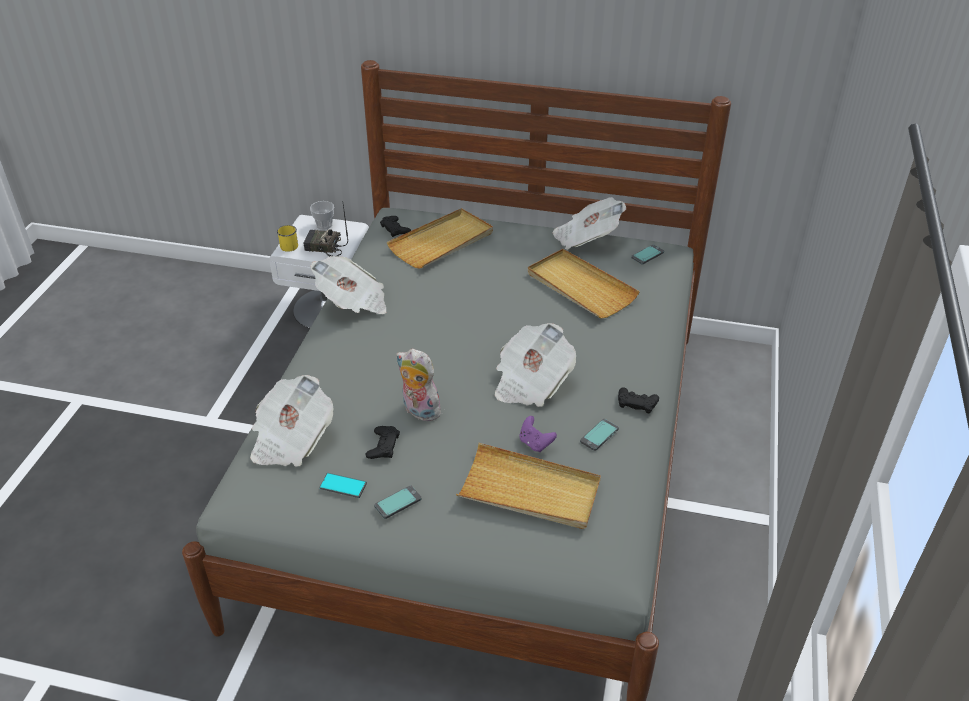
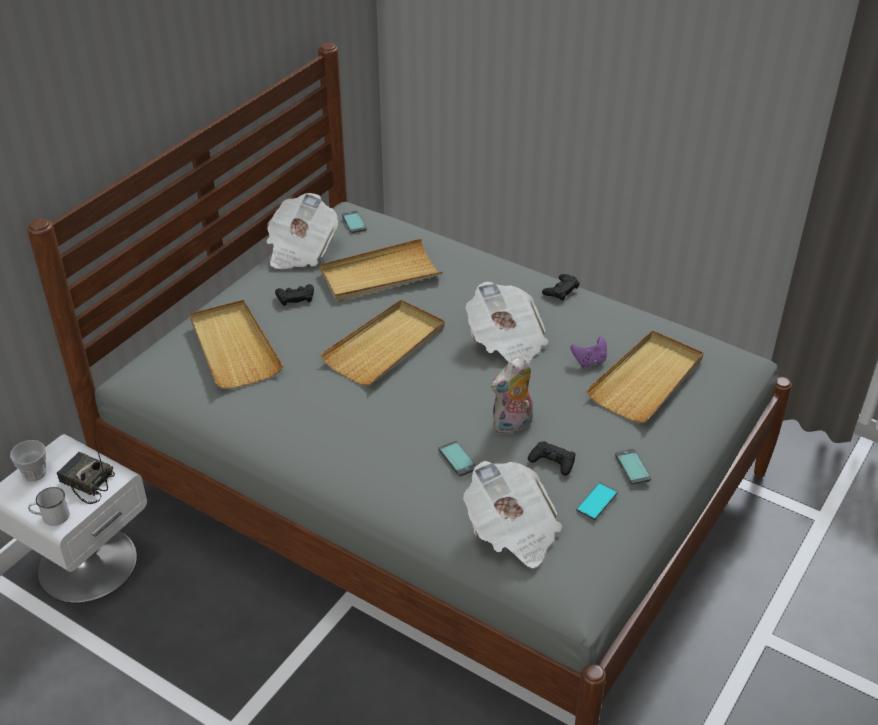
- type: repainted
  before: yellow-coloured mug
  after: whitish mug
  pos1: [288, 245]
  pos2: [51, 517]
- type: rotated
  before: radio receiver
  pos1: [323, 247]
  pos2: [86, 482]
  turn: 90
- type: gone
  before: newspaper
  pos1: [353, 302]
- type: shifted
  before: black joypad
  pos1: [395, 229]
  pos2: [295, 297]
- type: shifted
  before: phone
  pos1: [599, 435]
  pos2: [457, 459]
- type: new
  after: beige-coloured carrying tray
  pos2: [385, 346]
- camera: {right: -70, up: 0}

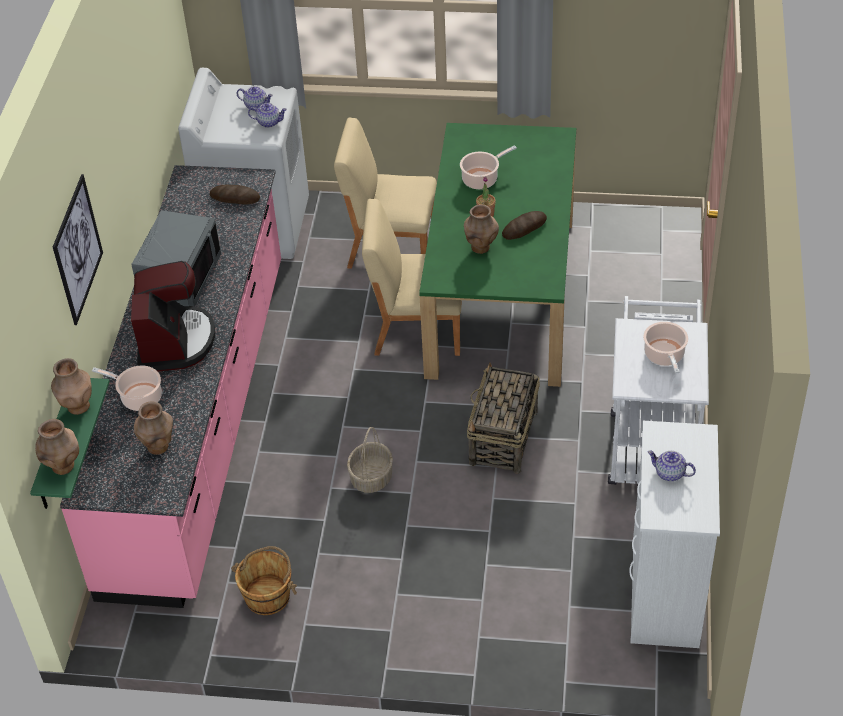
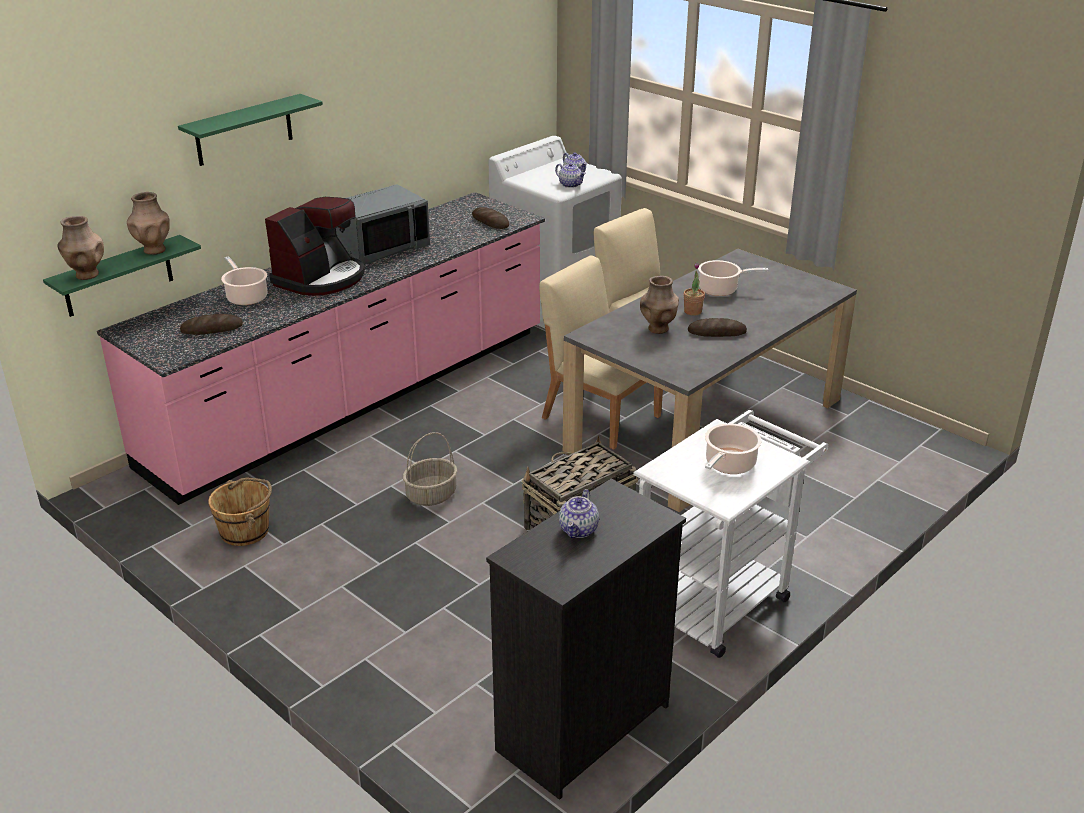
- type: swapped
  before: picture
  after: green-coloured wall shelf
  pos1: [77, 249]
  pos2: [244, 130]
- type: swapped
  before: brown-coloured flower vase
  after: baked bread
  pos1: [158, 447]
  pos2: [212, 328]
- type: repainted
  before: green-coloured dinner table
  after: gray dinner table
  pos1: [501, 293]
  pos2: [705, 424]
- type: repainted
  before: whitish drawer chest
  after: black drawer chest
  pos1: [664, 593]
  pos2: [581, 728]
- type: rotated
  before: teapot
  pos1: [669, 473]
  pos2: [579, 530]
  turn: -135
- camera: {right: 35, up: -15}

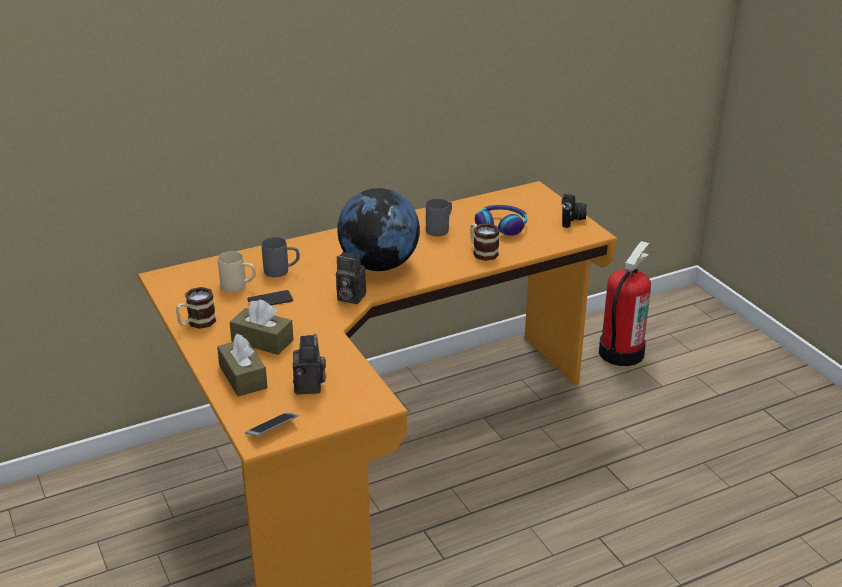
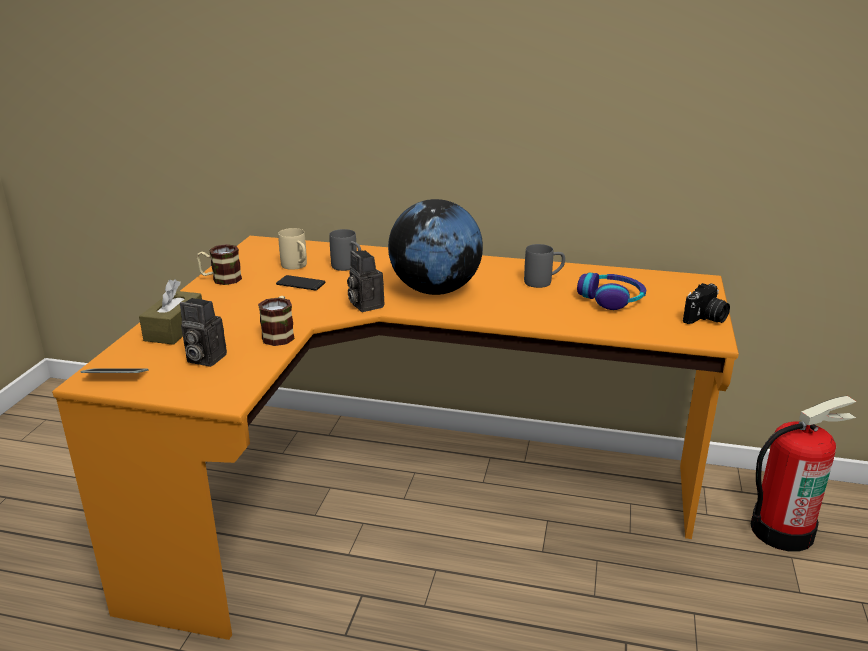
- type: gone
  before: brown-coloured tissue box
  pos1: [262, 341]
- type: rotated
  before: still camera
  pos1: [310, 387]
  pos2: [203, 358]
  turn: 75
- type: shifted
  before: mug
  pos1: [482, 252]
  pos2: [280, 334]
- camera: {right: 40, up: -5}

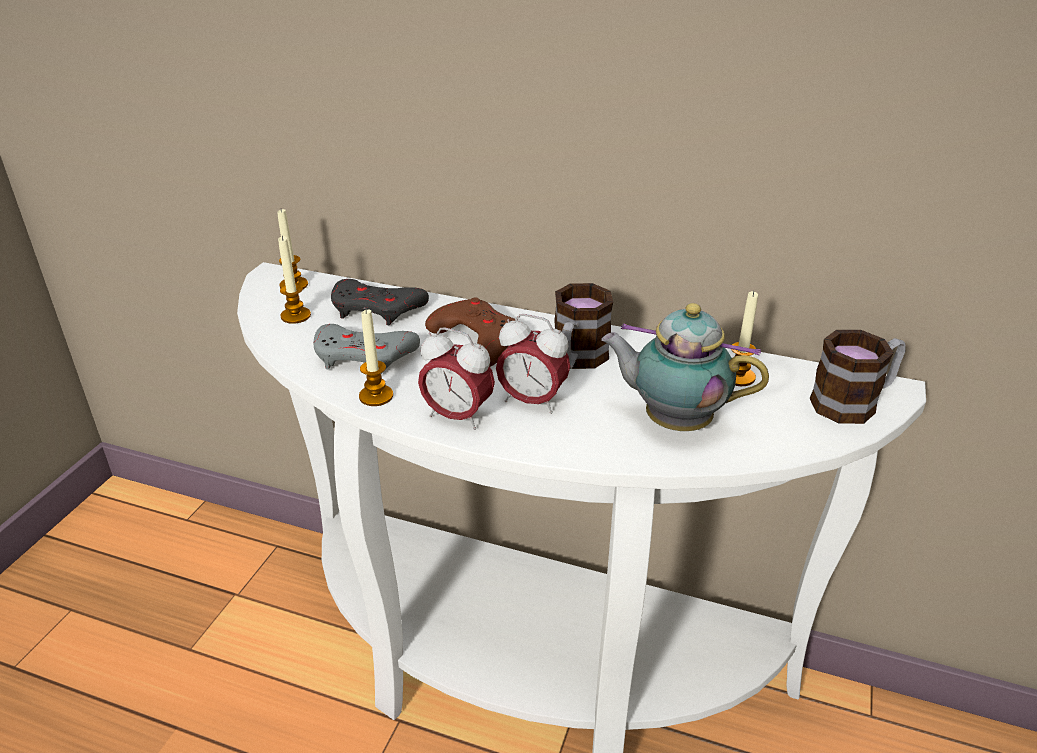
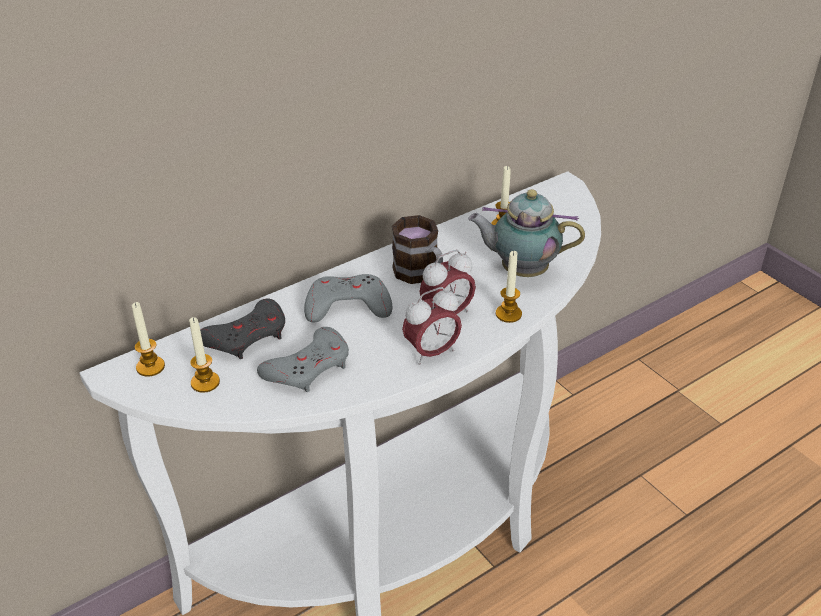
- type: shifted
  before: candle
  pos1: [376, 396]
  pos2: [508, 314]
- type: repainted
  before: brown-coloured joypad
  after: gray joypad
  pos1: [477, 339]
  pos2: [347, 305]
- type: rotated
  before: teapot
  pos1: [673, 421]
  pos2: [521, 271]
  turn: 45
- type: gone
  before: mug
  pos1: [853, 402]
- camera: {right: -55, up: 5}

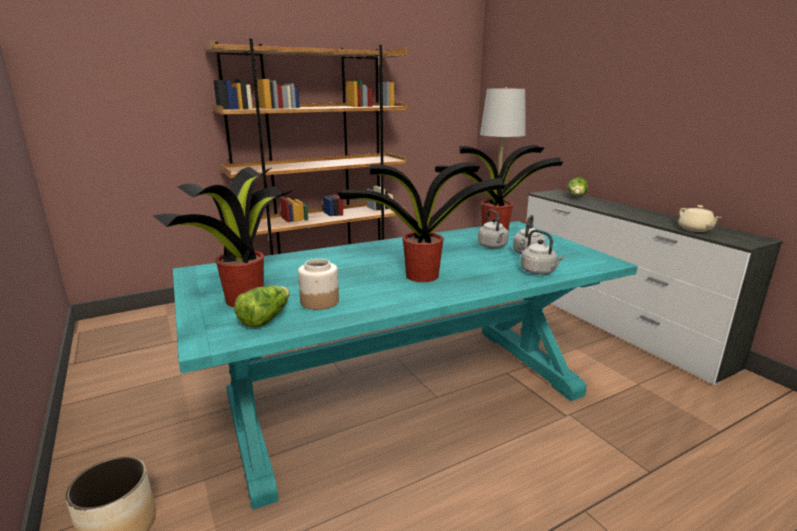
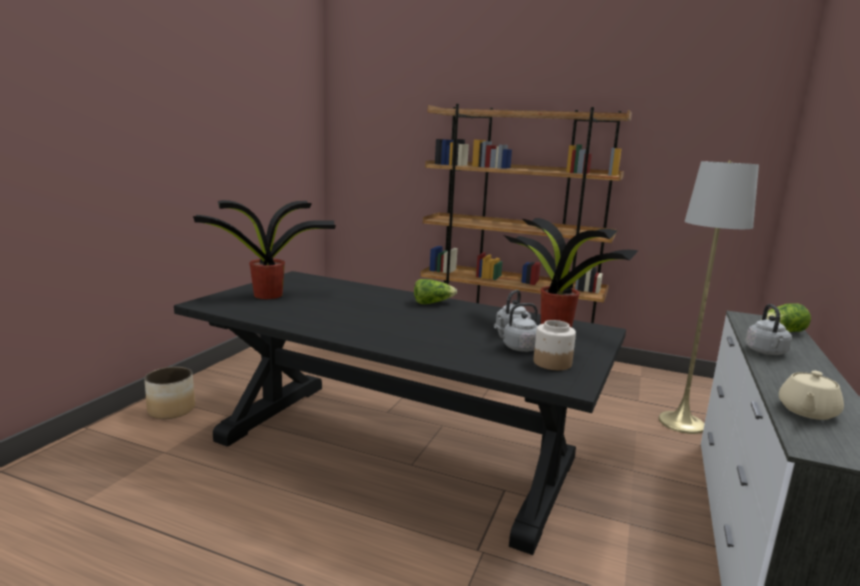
- type: repainted
  before: turquoise-coloured dinner table
  after: black dinner table
  pos1: [406, 397]
  pos2: [392, 450]
- type: shifted
  before: head of lettuce
  pos1: [265, 319]
  pos2: [432, 303]
- type: shifted
  before: preserve jar
  pos1: [319, 302]
  pos2: [552, 363]
- type: gone
  before: potted plant
  pos1: [420, 276]
- type: shifted
  before: gray water kettle
  pos1: [539, 272]
  pos2: [766, 352]
- camera: {right: 50, up: -5}

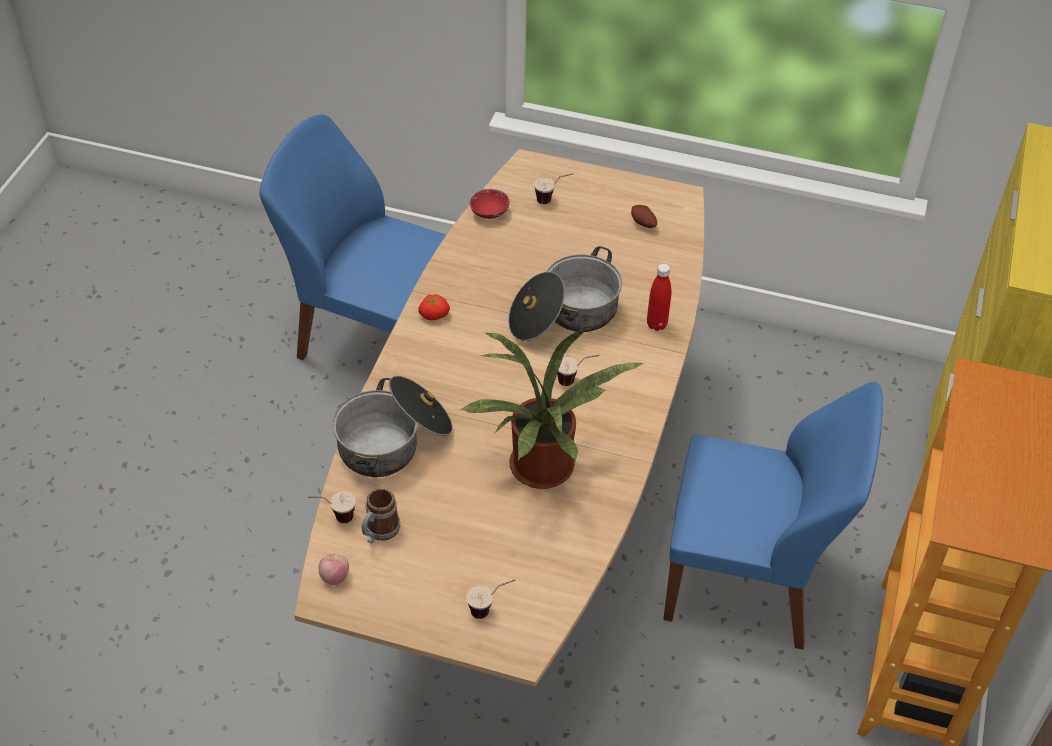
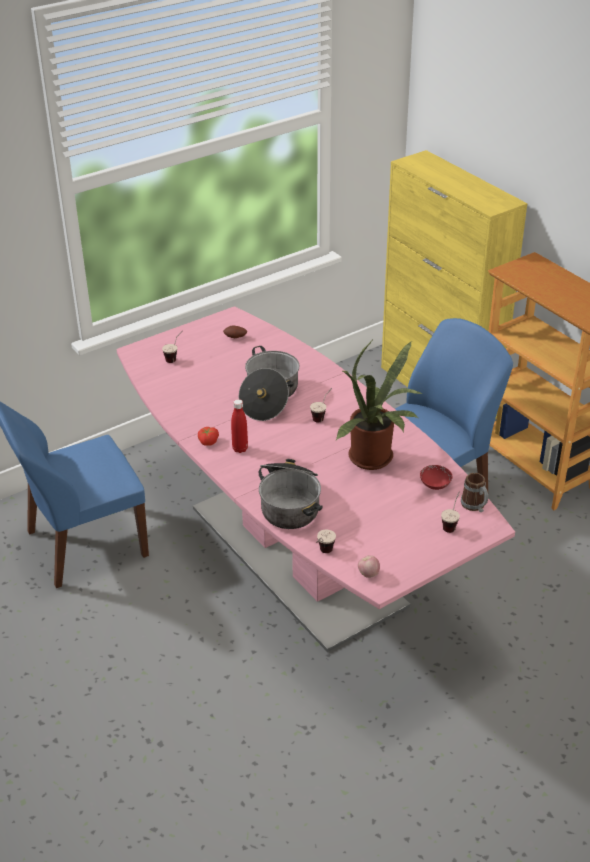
- type: repainted
  before: brown-coloured dinner table
  after: pink-coloured dinner table
  pos1: [521, 520]
  pos2: [296, 556]
- type: shifted
  before: mug
  pos1: [379, 532]
  pos2: [475, 506]
- type: shifted
  before: red bowl
  pos1: [489, 212]
  pos2: [435, 484]
- type: shifted
  before: red drink bottle
  pos1: [656, 324]
  pos2: [240, 449]
- camera: {right: -50, up: -10}

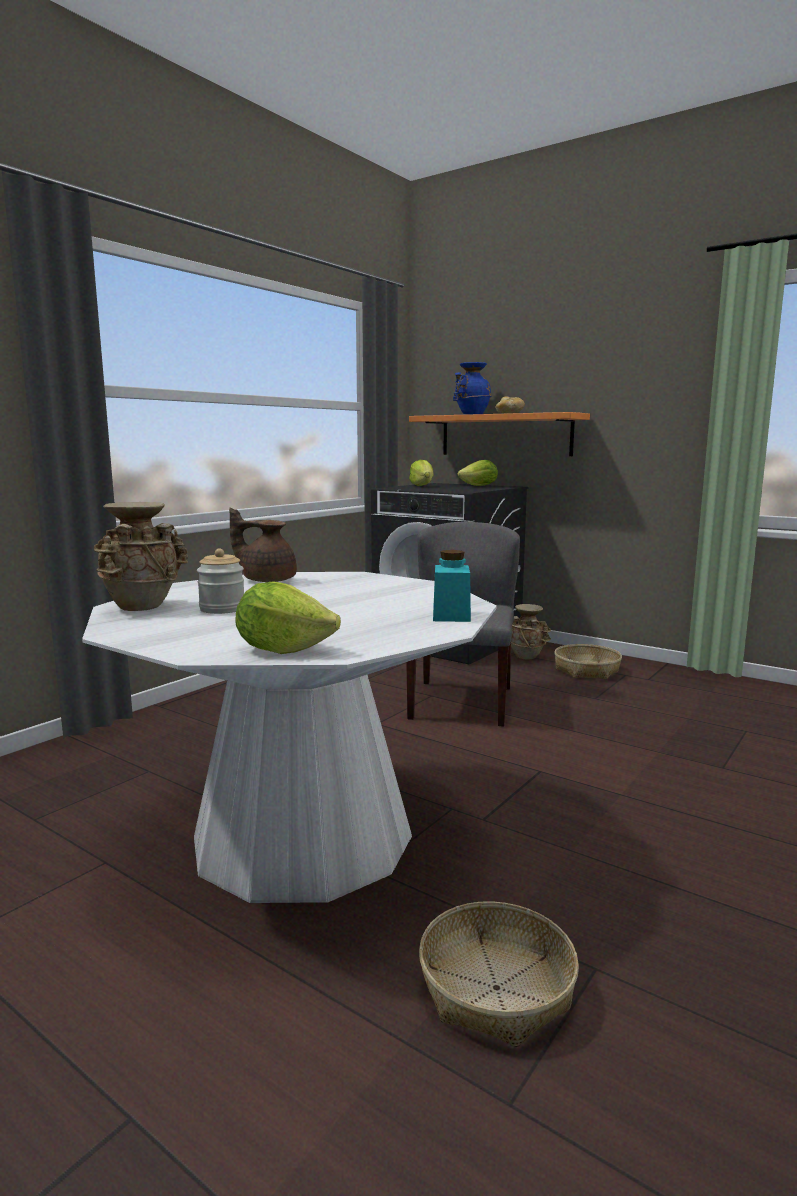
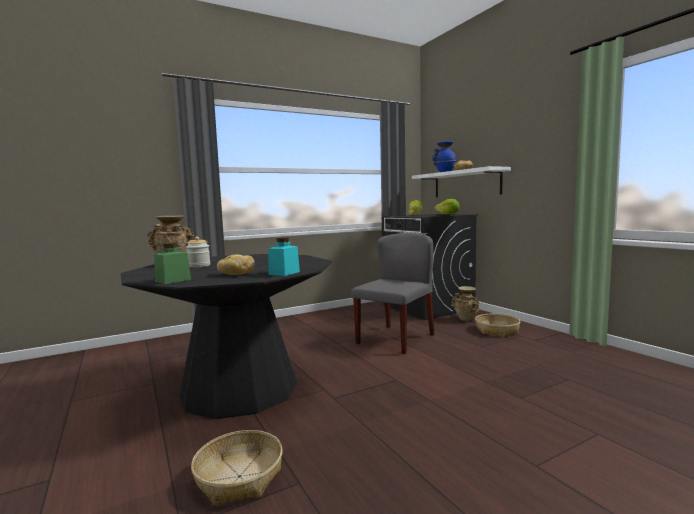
- type: repainted
  before: whitish dinner table
  after: black dinner table
  pos1: [303, 836]
  pos2: [240, 389]
- type: gone
  before: brown-coloured teapot
  pos1: [267, 580]
- type: swapped
  before: head of lettuce
  after: green-coloured preserve jar
  pos1: [283, 649]
  pos2: [173, 280]
- type: repainted
  before: orange wall shelf
  after: whitish wall shelf
  pos1: [505, 435]
  pos2: [466, 184]
- type: new
  after: baked bread
  pos2: [235, 274]
- camera: {right: 25, up: -5}

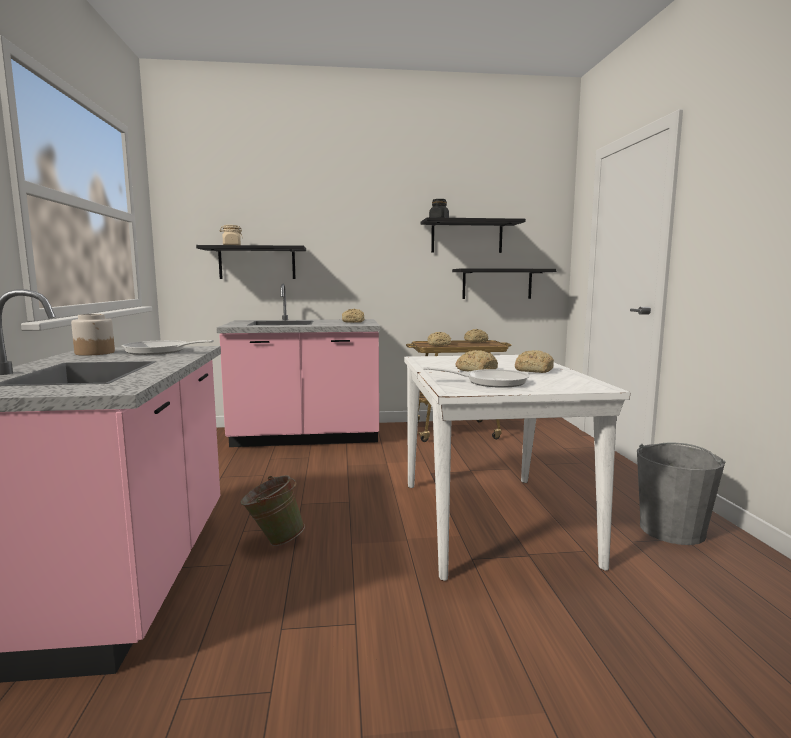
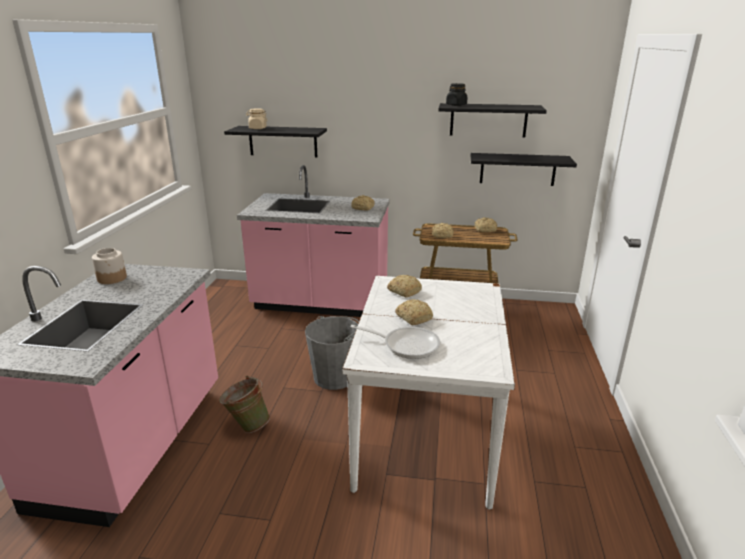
- type: gone
  before: skillet
  pos1: [160, 351]
- type: shifted
  before: baked bread
  pos1: [533, 370]
  pos2: [404, 291]
- type: shifted
  before: gray pail
  pos1: [672, 530]
  pos2: [335, 377]
- camera: {right: 15, up: 15}

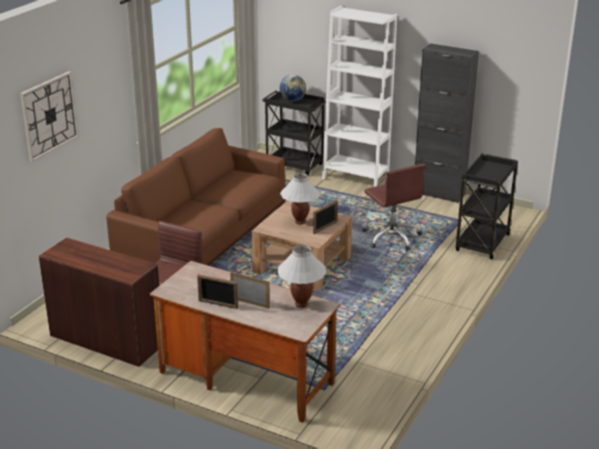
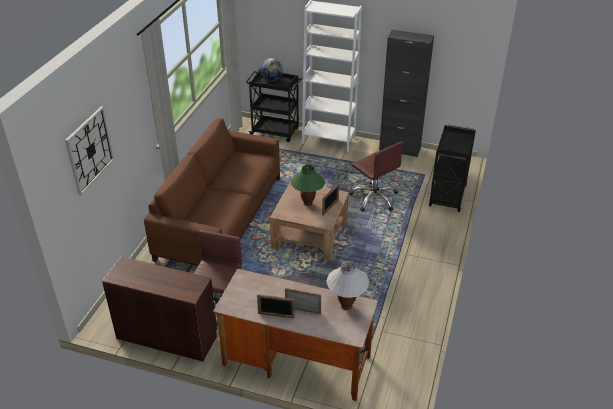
- type: repainted
  before: whitish table lamp
  after: green-coloured table lamp
  pos1: [300, 222]
  pos2: [308, 203]
- camera: {right: -10, up: 10}

